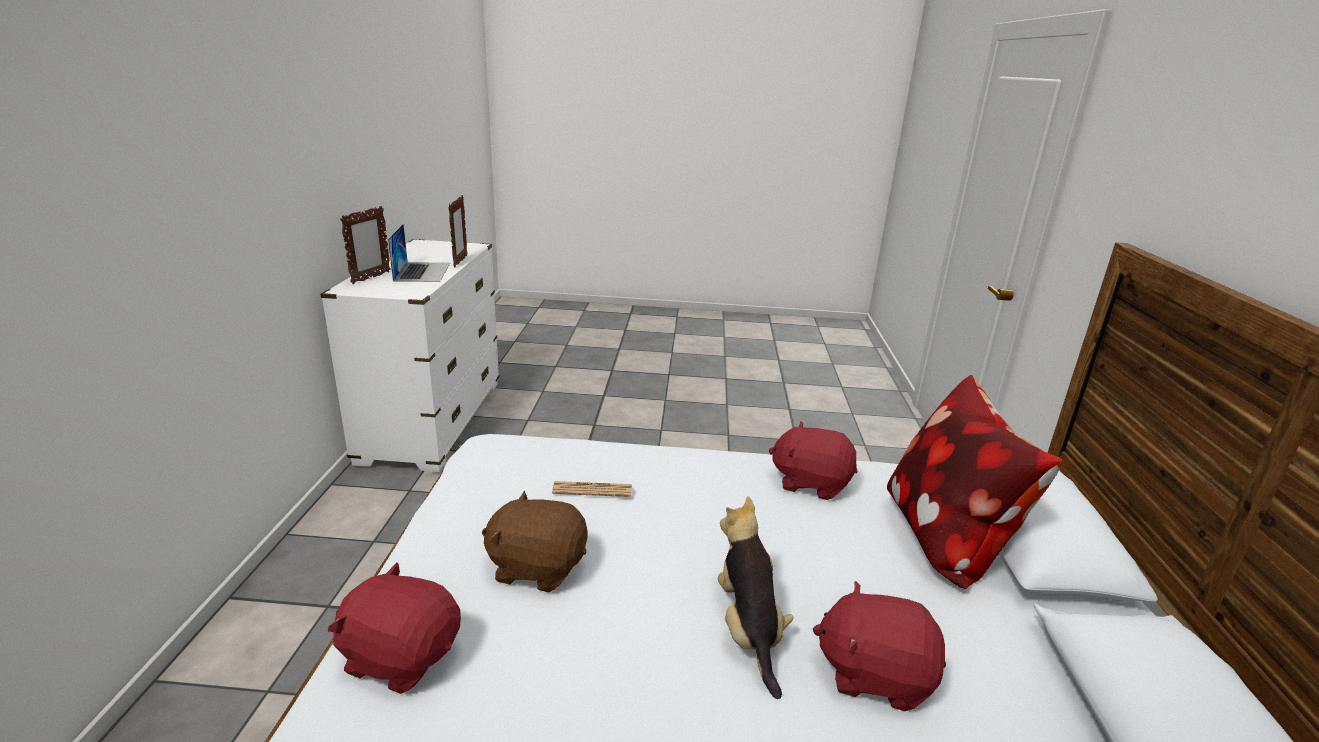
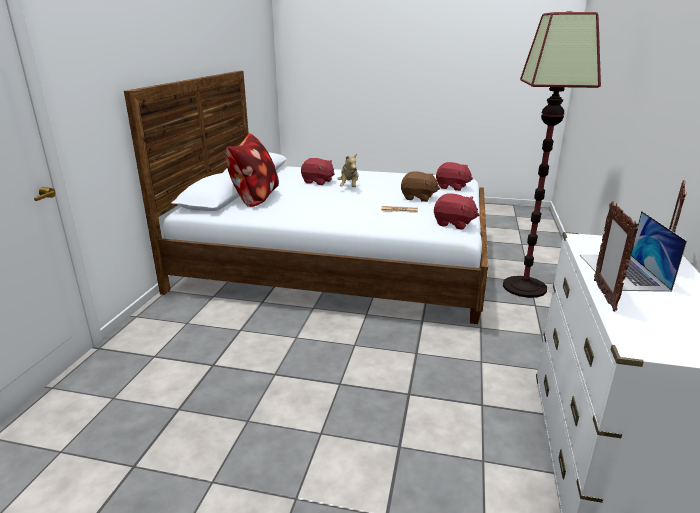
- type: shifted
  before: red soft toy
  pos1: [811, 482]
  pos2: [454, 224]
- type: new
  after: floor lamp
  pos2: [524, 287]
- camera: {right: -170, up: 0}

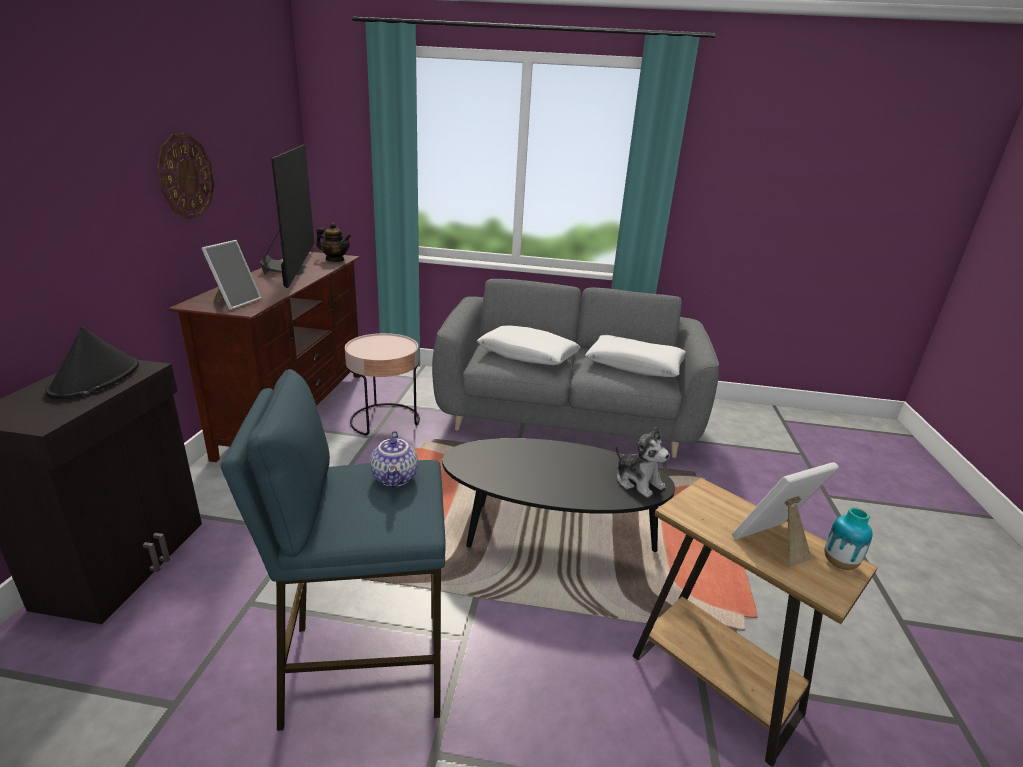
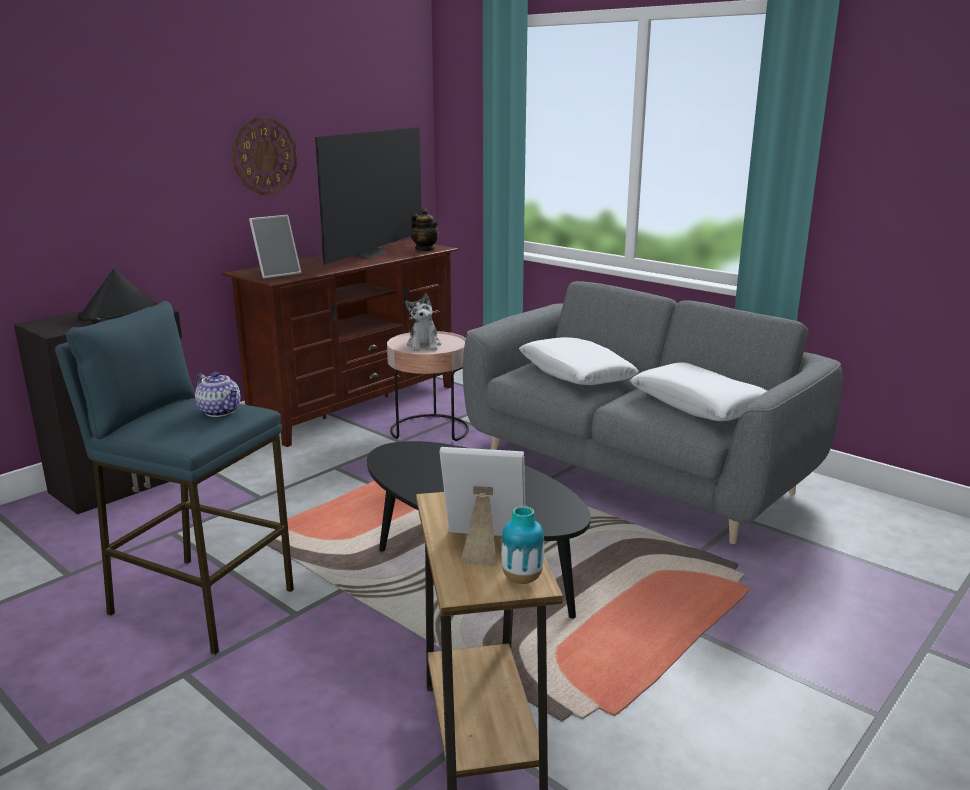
- type: rotated
  before: teapot
  pos1: [396, 478]
  pos2: [221, 411]
  turn: -75
- type: shifted
  before: soft toy
  pos1: [638, 481]
  pos2: [424, 345]
- camera: {right: 35, up: -5}

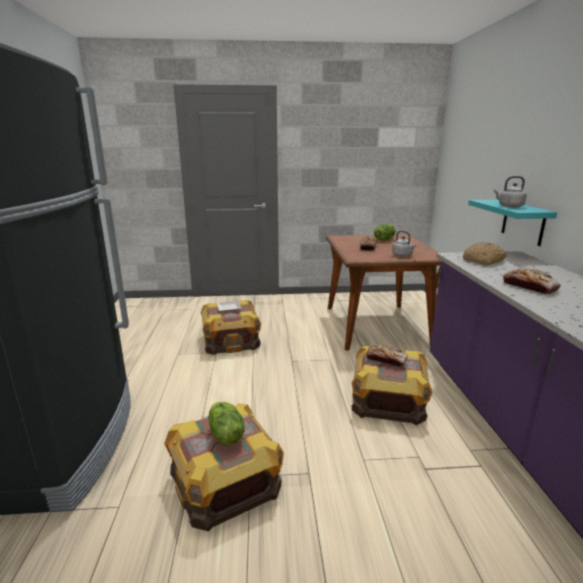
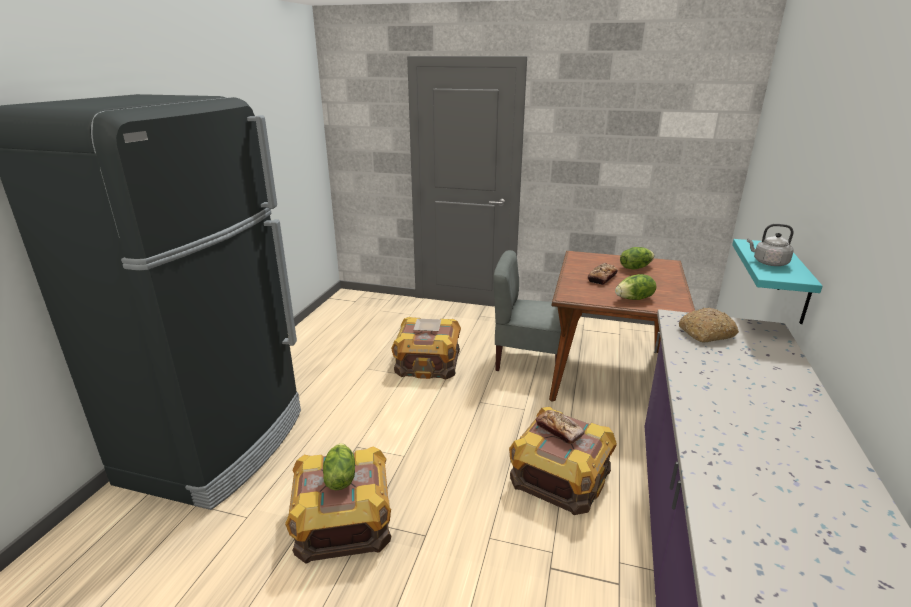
- type: swapped
  before: gray water kettle
  after: head of lettuce
  pos1: [403, 255]
  pos2: [634, 299]
- type: gone
  before: baked bread
  pos1: [529, 287]
- type: new
  after: gray upright chair
  pos2: [529, 361]
- camera: {right: 20, up: 5}

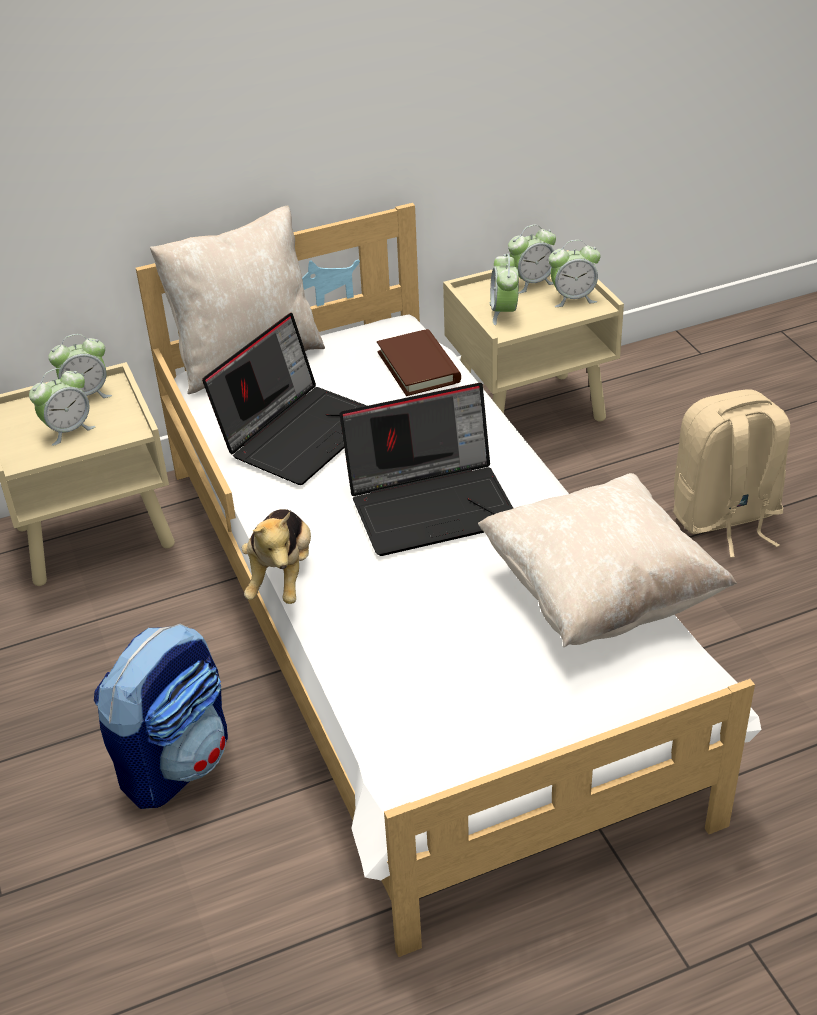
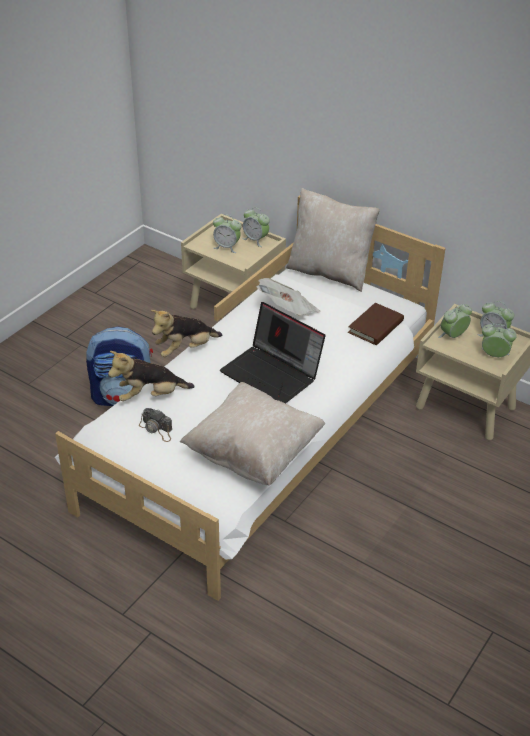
- type: swapped
  before: portable computer
  after: newspaper
  pos1: [299, 432]
  pos2: [288, 311]
- type: rotated
  before: alarm clock
  pos1: [573, 298]
  pos2: [494, 356]
  turn: 150
- type: gone
  before: beige-coloured rucksack
  pos1: [725, 518]
- type: new
  after: soft toy
  pos2: [150, 396]
- type: new
  after: still camera
  pos2: [157, 429]
- camera: {right: 55, up: 0}

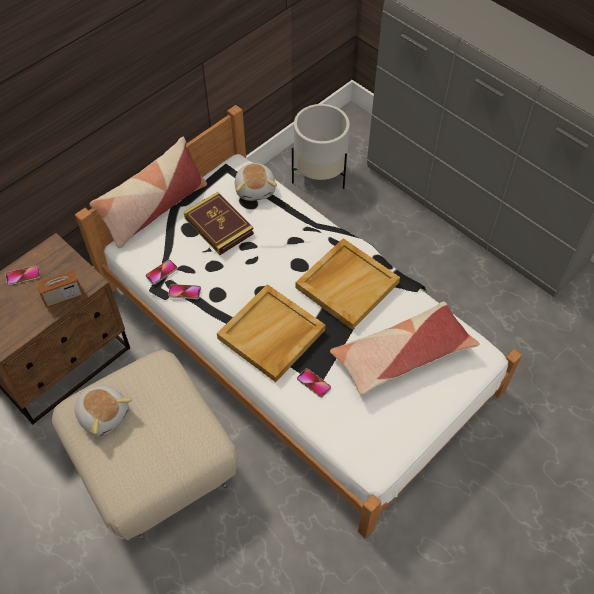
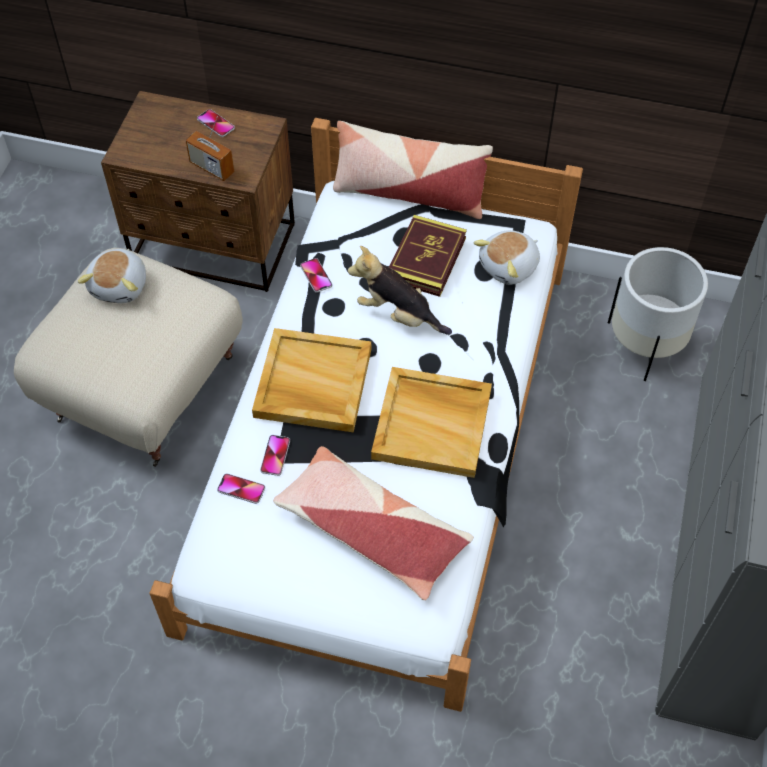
- type: shifted
  before: phone
  pos1: [161, 272]
  pos2: [241, 489]
- type: new
  after: soft toy
  pos2: [398, 315]
- camera: {right: 60, up: 0}

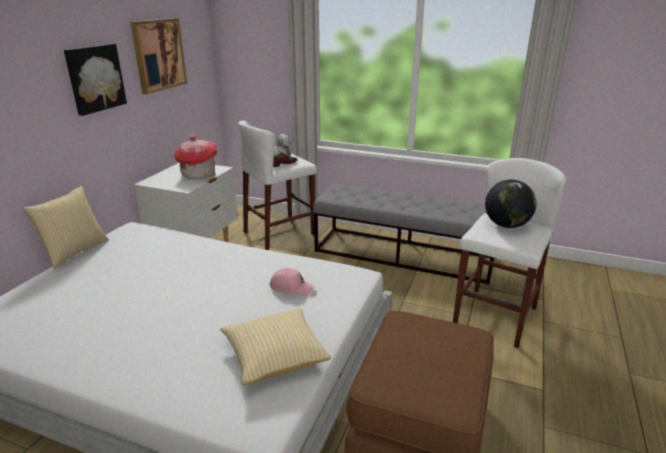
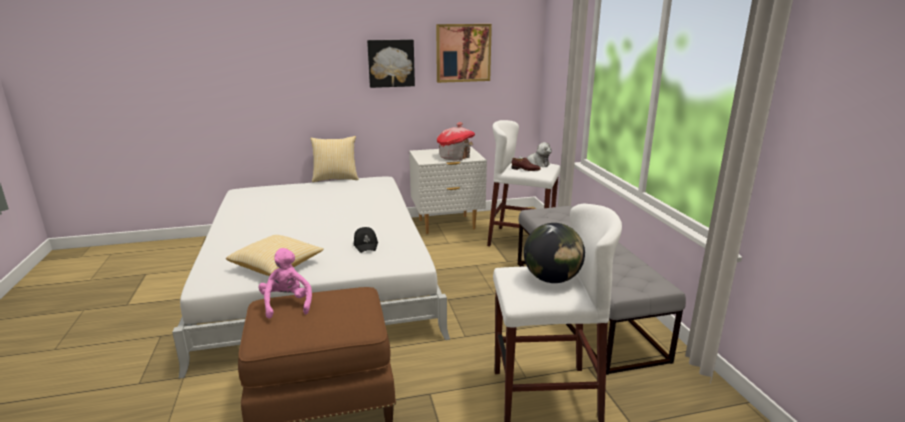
- type: repainted
  before: pink-coloured cap
  after: black cap
  pos1: [291, 287]
  pos2: [366, 245]
- type: new
  after: pink-coloured soft toy
  pos2: [287, 304]
- camera: {right: 55, up: -5}

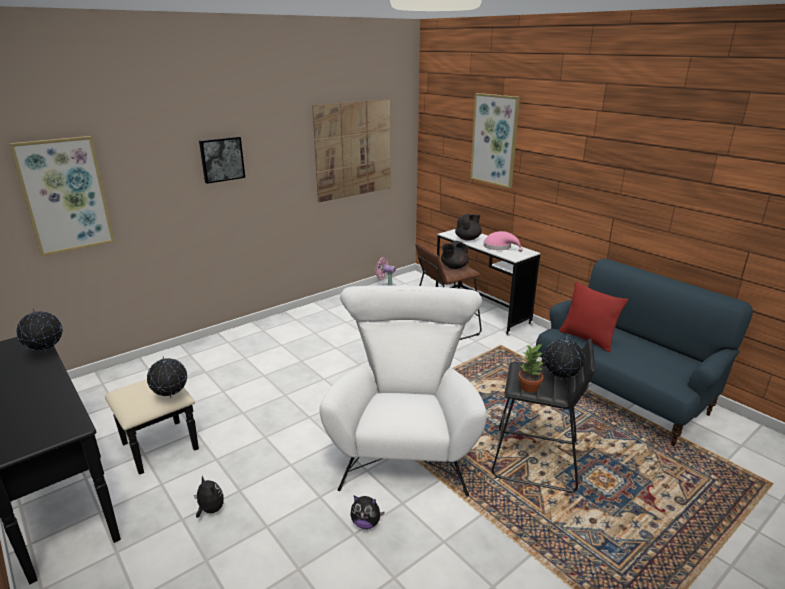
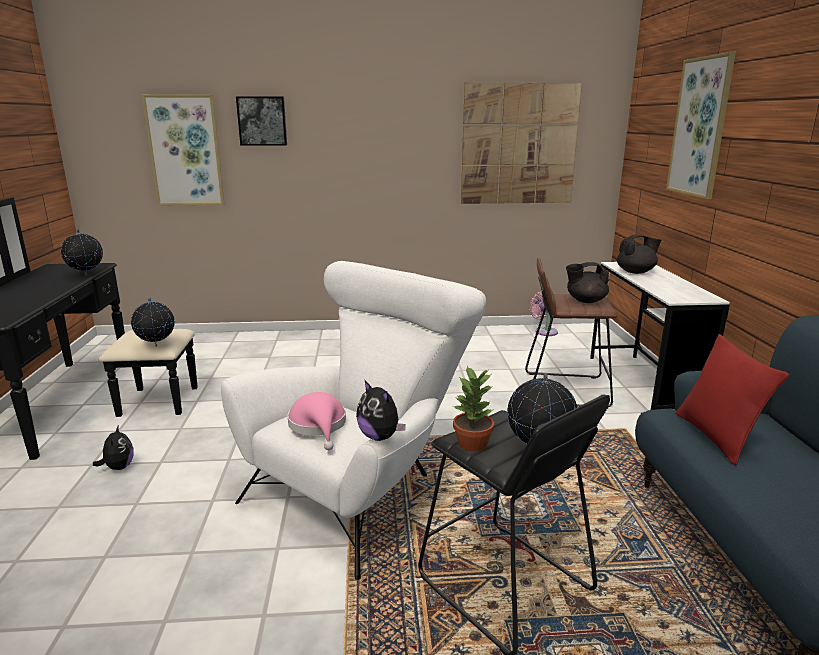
- type: shifted
  before: picture
  pos1: [221, 159]
  pos2: [262, 121]
- type: shifted
  before: soft toy
  pos1: [366, 523]
  pos2: [380, 436]
- type: shifted
  before: pink-coloured wearable hat
  pos1: [499, 247]
  pos2: [319, 426]
- camera: {right: 35, up: -5}

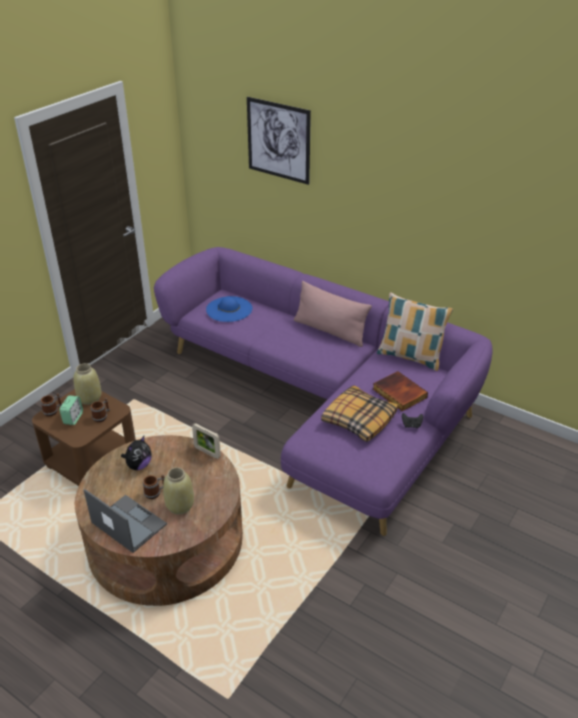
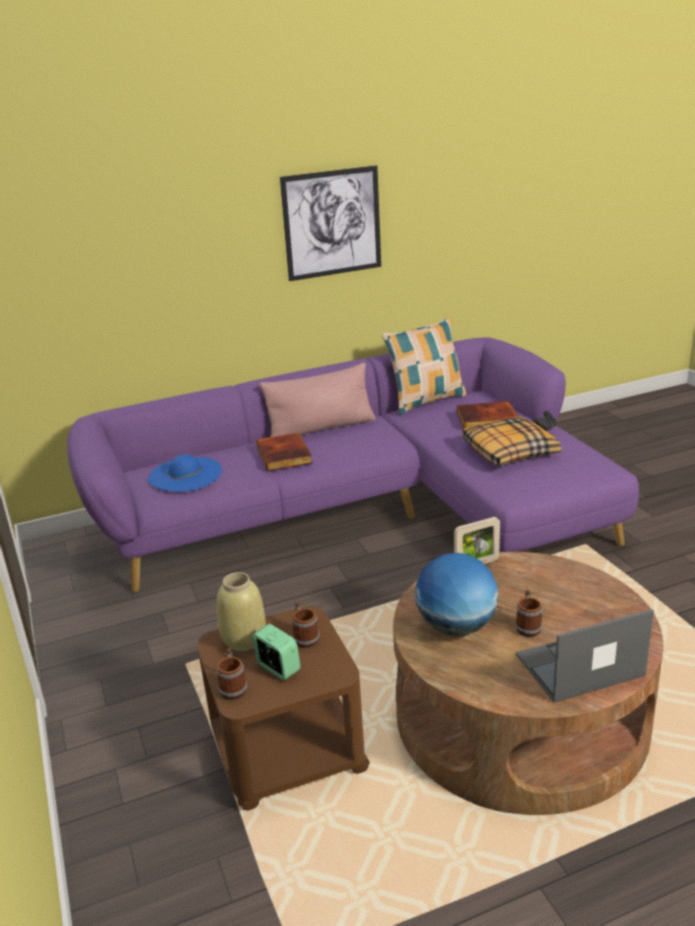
- type: swapped
  before: soft toy
  after: globe
  pos1: [138, 465]
  pos2: [456, 627]
- type: gone
  before: beige-coloured flower vase
  pos1: [180, 505]
- type: shifted
  before: picture
  pos1: [278, 140]
  pos2: [332, 223]
- type: new
  after: bound book
  pos2: [285, 455]
- camera: {right: -55, up: -10}

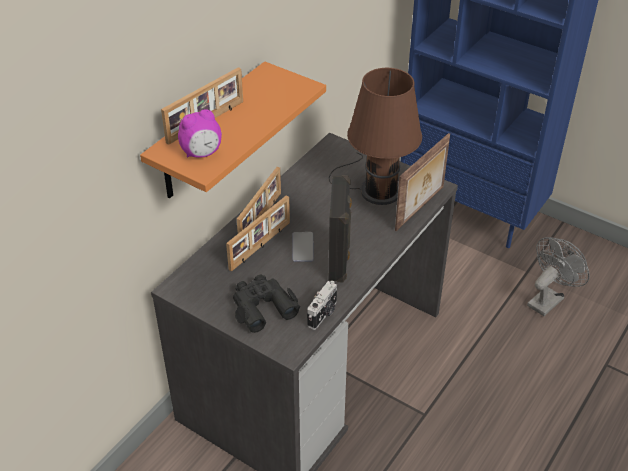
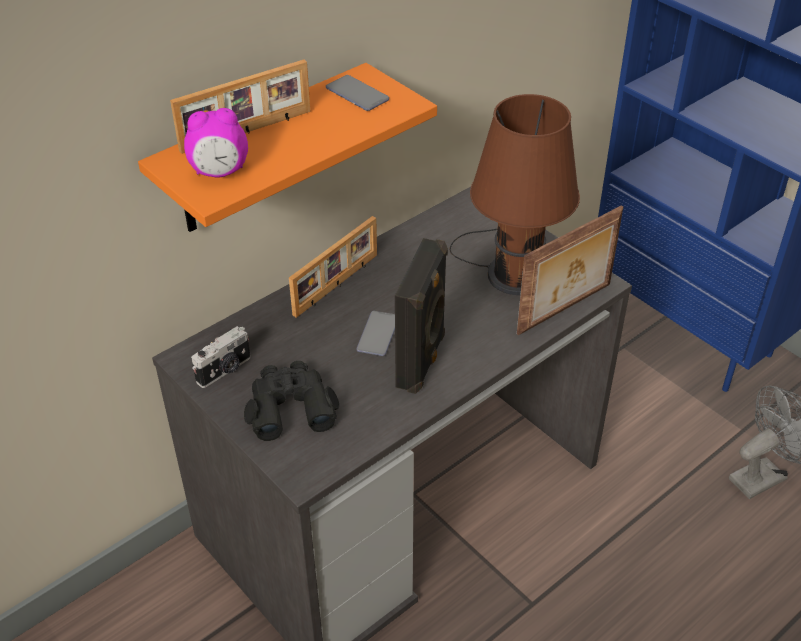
- type: gone
  before: picture frame
  pos1: [261, 246]
- type: shifted
  before: still camera
  pos1: [323, 314]
  pos2: [225, 370]
- type: new
  after: phone
  pos2: [357, 94]
- camera: {right: 15, up: 0}

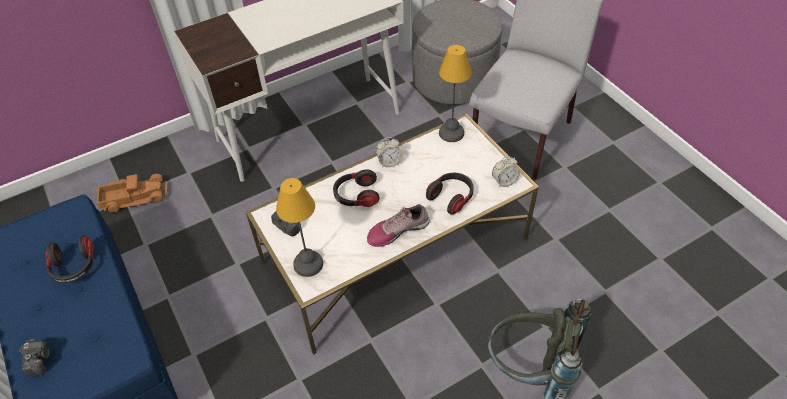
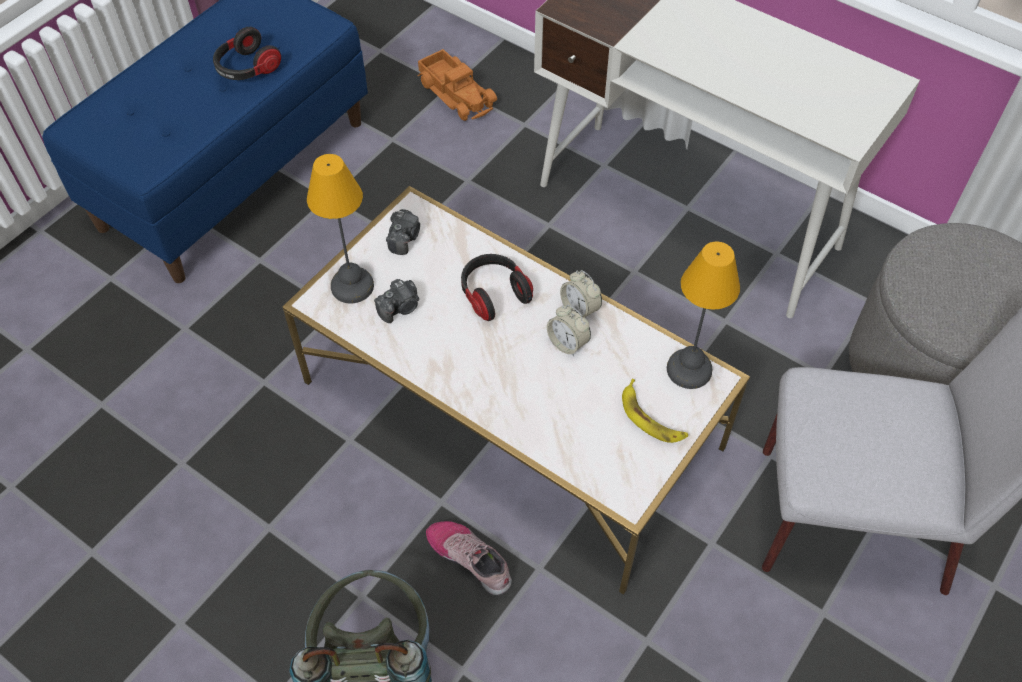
- type: shifted
  before: still camera
  pos1: [40, 360]
  pos2: [400, 308]
- type: shifted
  before: shoe
  pos1: [397, 230]
  pos2: [470, 558]
- type: gone
  before: pair of headphones
  pos1: [451, 197]
- type: shifted
  before: alarm clock
  pos1: [504, 181]
  pos2: [567, 343]
- type: new
  after: whole banana
  pos2: [651, 417]
- camera: {right: 65, up: 5}

